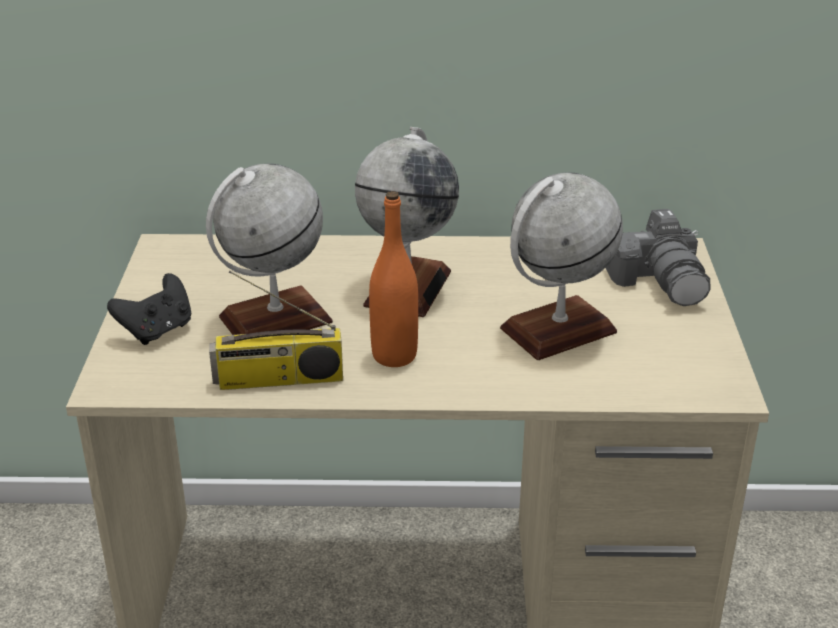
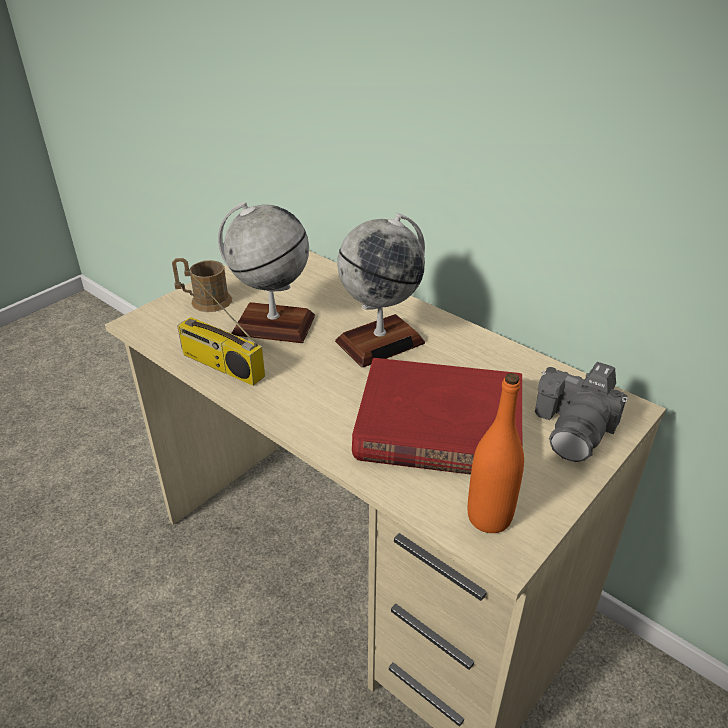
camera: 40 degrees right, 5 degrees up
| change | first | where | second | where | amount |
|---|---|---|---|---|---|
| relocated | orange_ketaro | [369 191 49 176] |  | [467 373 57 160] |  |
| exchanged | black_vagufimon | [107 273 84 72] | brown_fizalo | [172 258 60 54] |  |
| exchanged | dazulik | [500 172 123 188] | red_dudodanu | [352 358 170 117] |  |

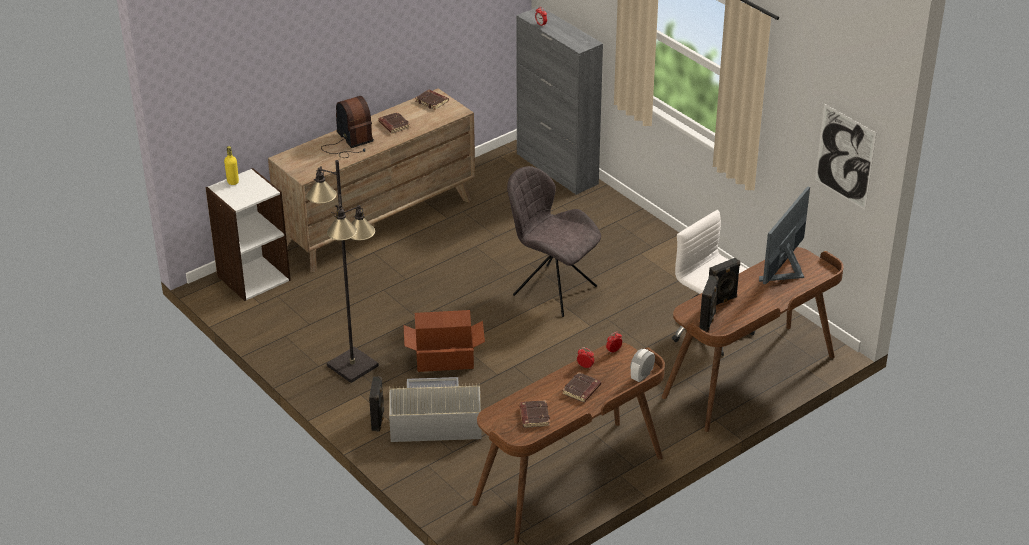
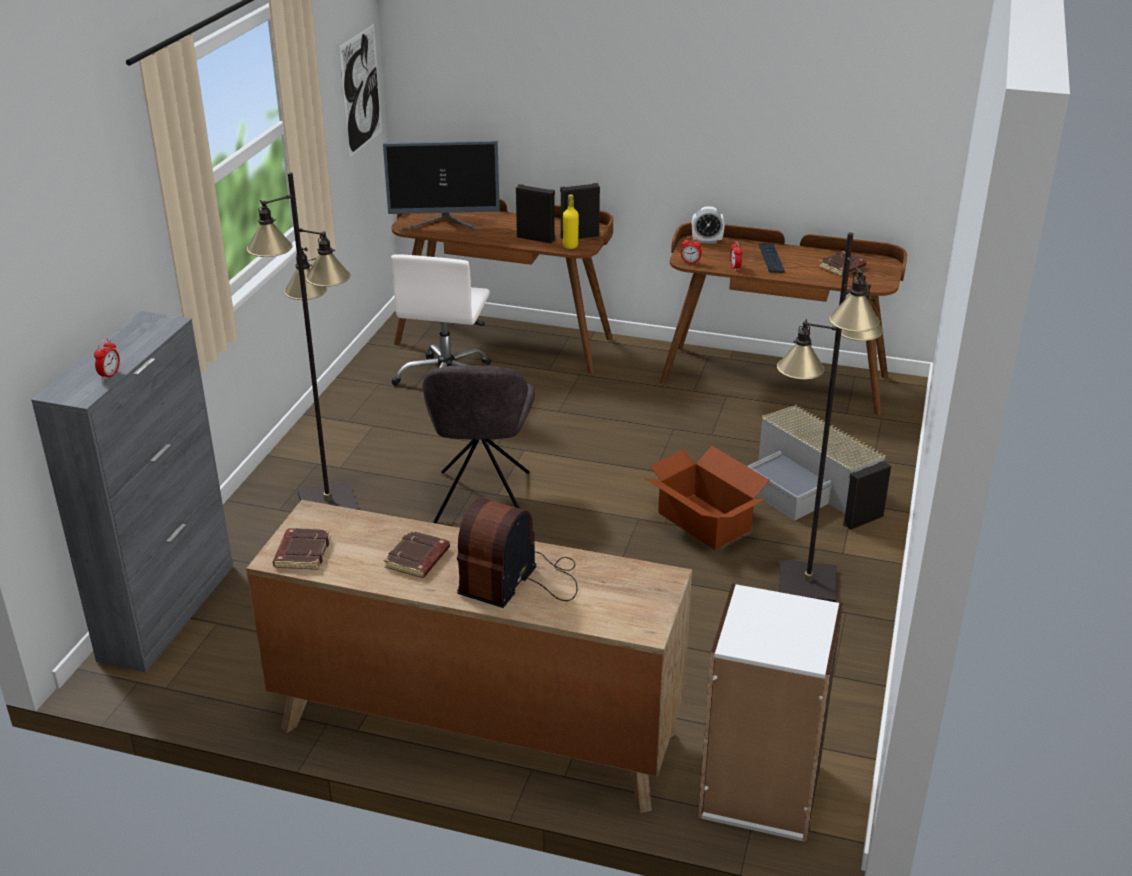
camera: 125 degrees left, 5 degrees down
| change | first | where | second | where | amount |
|---|---|---|---|---|---|
| appeared |  |  | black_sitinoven | [247 172 112 338] |  |
| relocated | yellow_ketaro | [224 146 15 39] |  | [563 194 16 55] |  |
| exchanged | brown_dudodanu | [562 372 39 30] | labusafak | [758 243 27 30] |  |

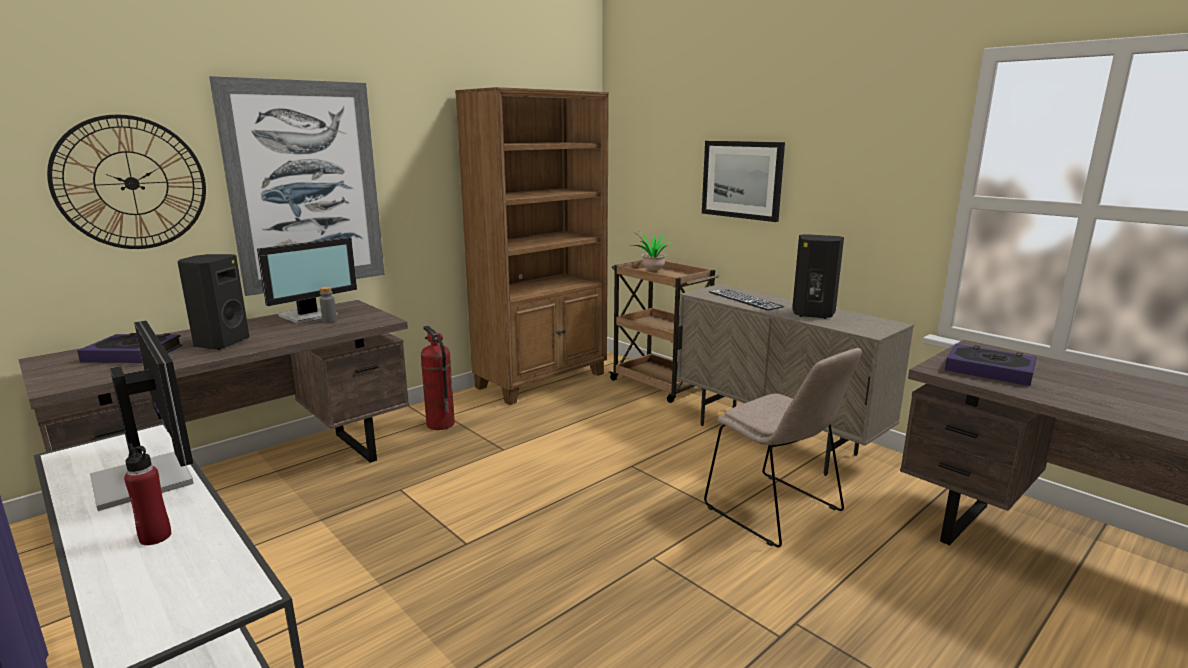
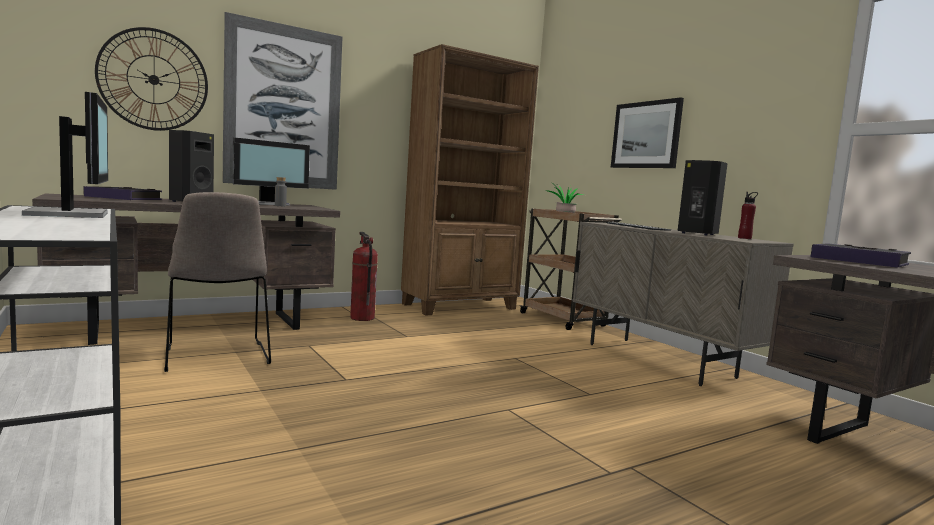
camera: 10 degrees right, 10 degrees down
| change | first | where | second | where | amount |
|---|---|---|---|---|---|
| relocated | red_ketaro | [124 443 47 102] |  | [738 192 20 47] |  |
| relocated | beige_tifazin | [704 348 158 200] |  | [164 192 107 180] |  |

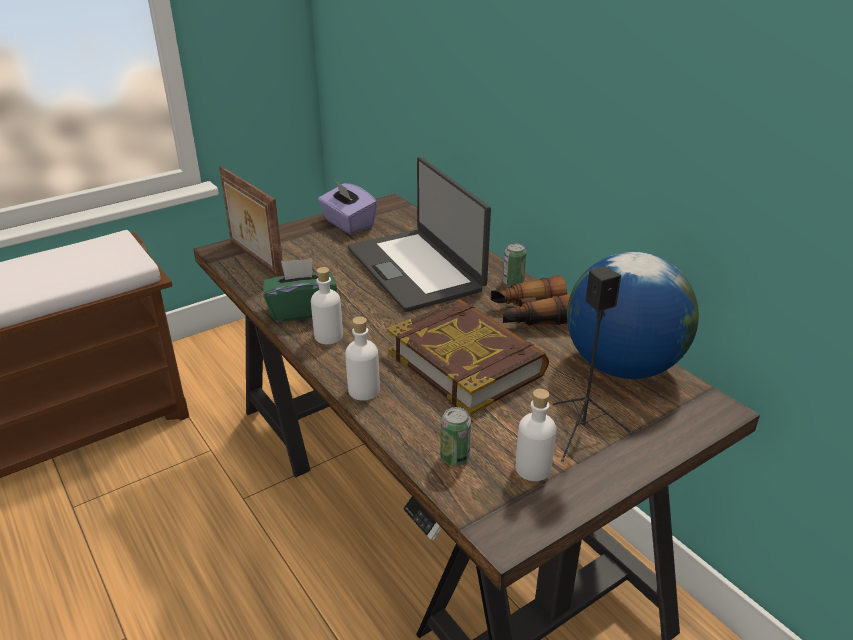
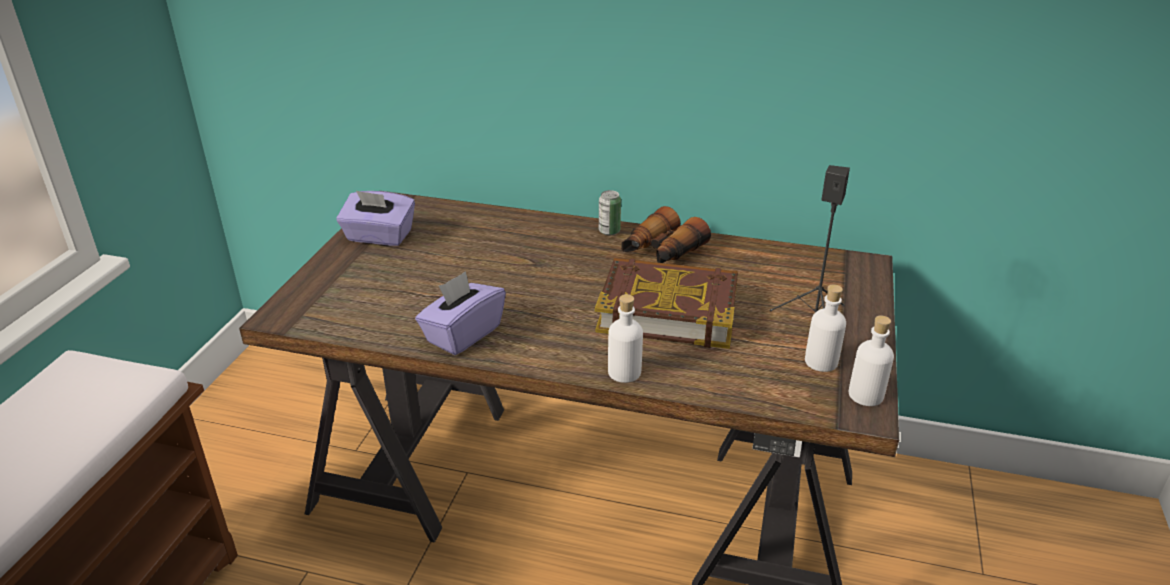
camera: 40 degrees left, 0 degrees up
| change | first | where | second | where | amount |
|---|---|---|---|---|---|
| missing | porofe | [219 166 65 111] |  |  |  |
| missing | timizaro | [348 157 143 155] |  |  |  |
| missing | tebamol | [440 407 31 59] |  |  |  |
| missing | dazulik | [567 252 132 127] |  |  |  |
| relocated | white_ketaro | [311 267 32 77] |  | [849 315 45 91] |  |
| colour | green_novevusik | [263 258 74 64] | purple_novevusik | [415 271 91 84] |  |

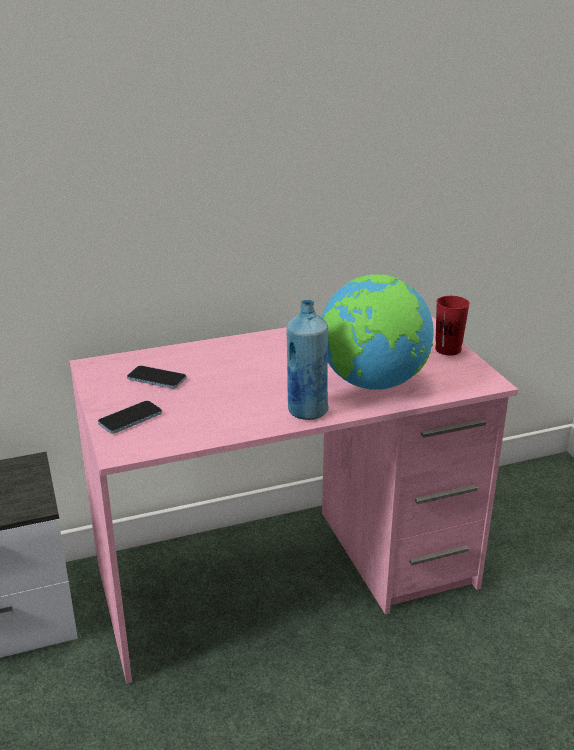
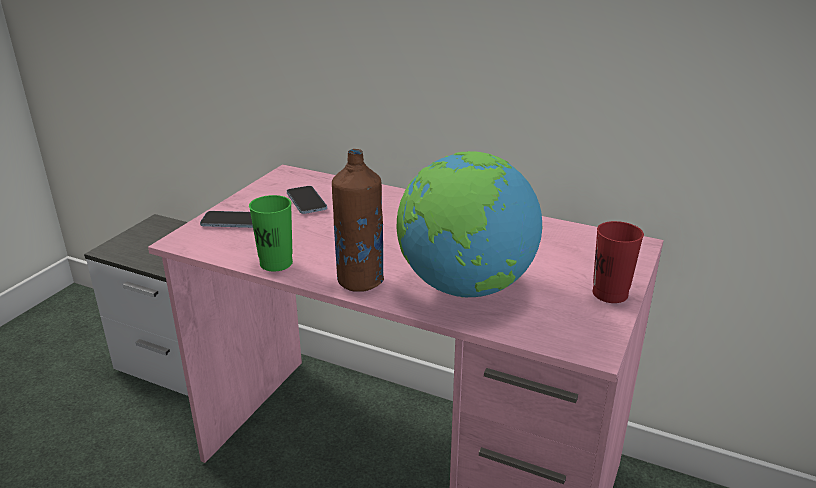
camera: 45 degrees right, 0 degrees up
| change | first | where | second | where | amount |
|---|---|---|---|---|---|
| appeared |  |  | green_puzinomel | [249 195 44 77] |  |
| colour | blue_ketaro | [287 300 42 120] | brown_ketaro | [332 149 52 143] |  |

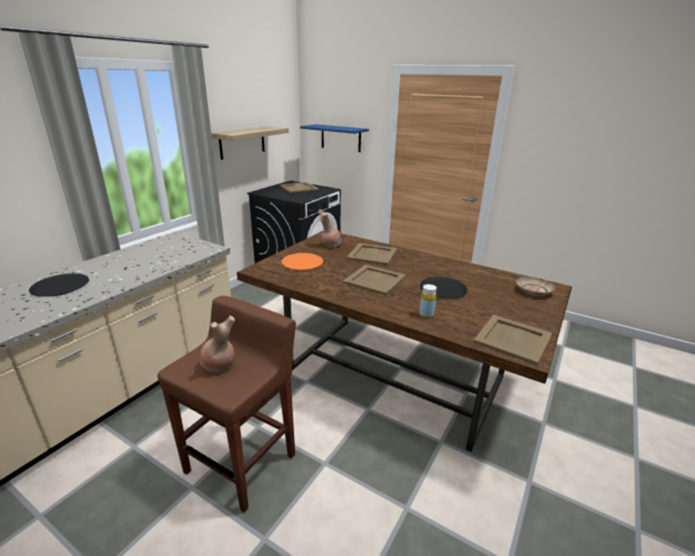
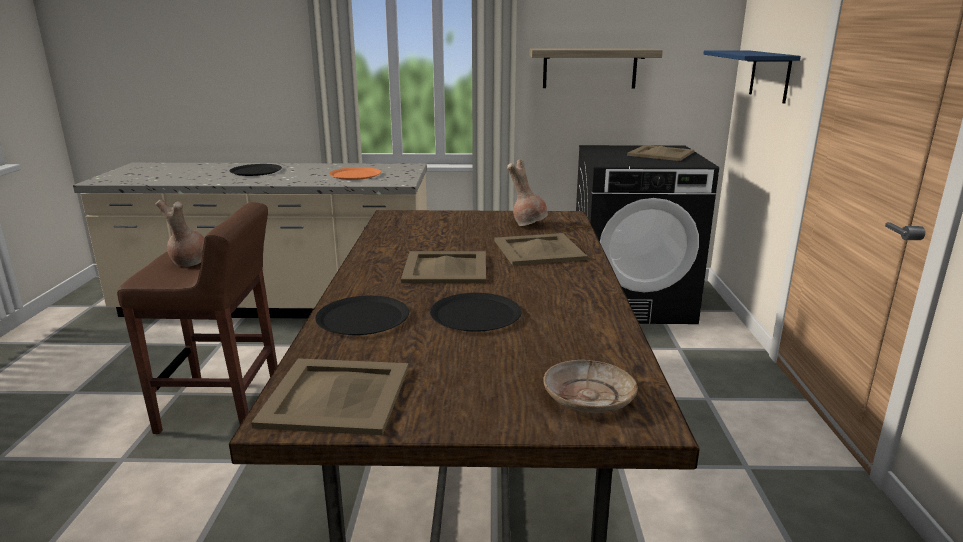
camera: 60 degrees right, 5 degrees down
| change | first | where | second | where | amount |
|---|---|---|---|---|---|
| relocated | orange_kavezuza | [282 253 41 17] |  | [329 167 52 13] |  |
| exchanged | yellow_ketaro | [419 284 18 34] | black_kavezuza | [315 296 94 39] |  |

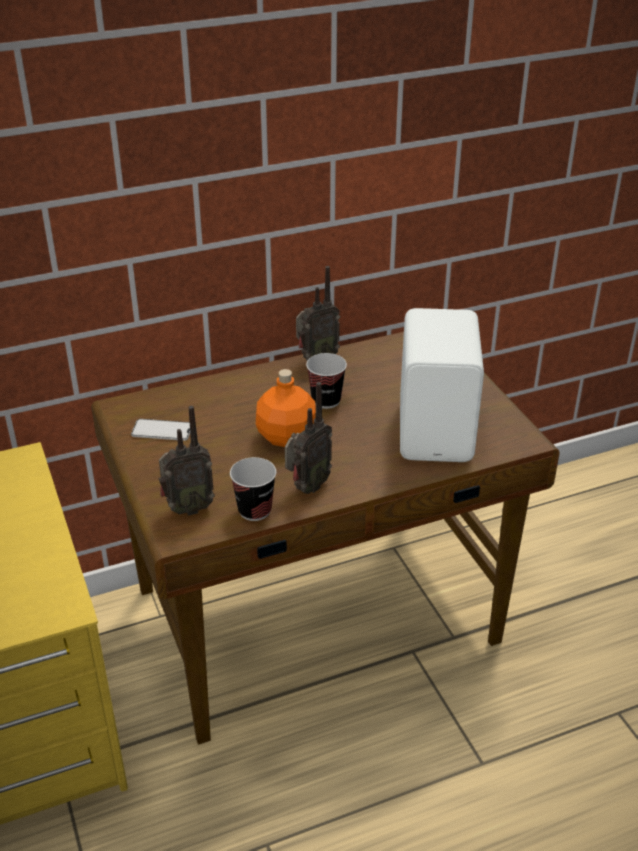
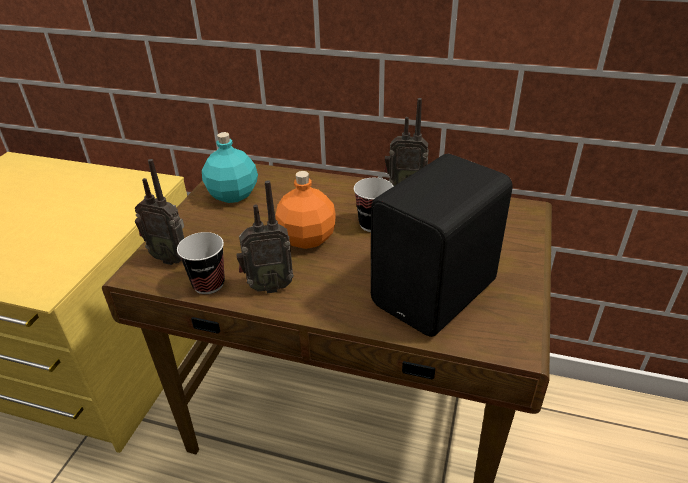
camera: 40 degrees right, 0 degrees up
| change | first | where | second | where | amount |
|---|---|---|---|---|---|
| exchanged | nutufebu | [131 419 59 22] | turquoise_ketaro | [202 132 56 71] |  |
| colour | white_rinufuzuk | [400 308 84 154] | black_rinufuzuk | [371 154 142 183] |  |

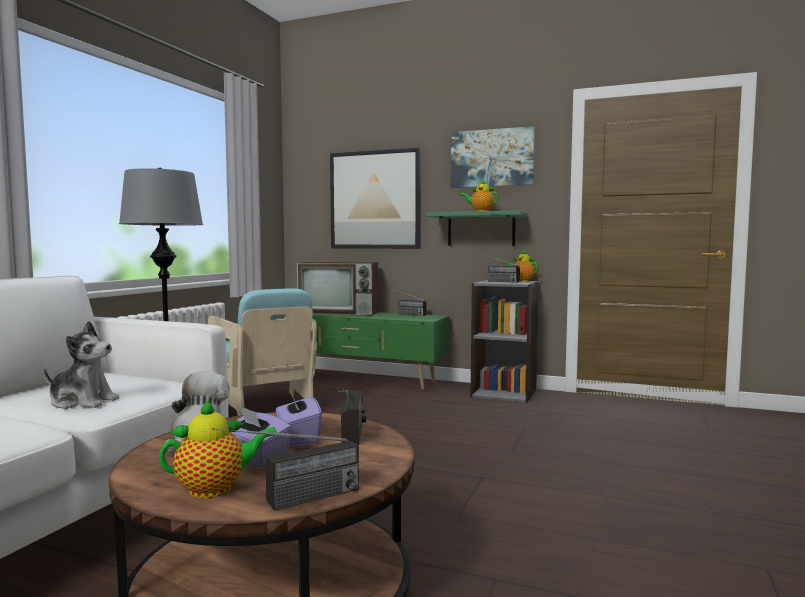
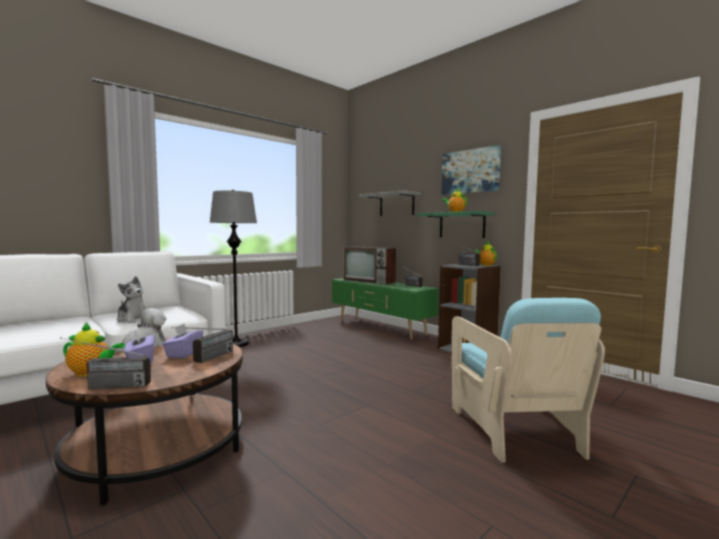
camera: 25 degrees right, 0 degrees up
| change | first | where | second | where | amount |
|---|---|---|---|---|---|
| relocated | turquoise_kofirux | [208 288 109 128] |  | [452 298 153 165] |  |
| exchanged | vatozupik | [330 148 91 101] | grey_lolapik | [359 190 62 26] |  |

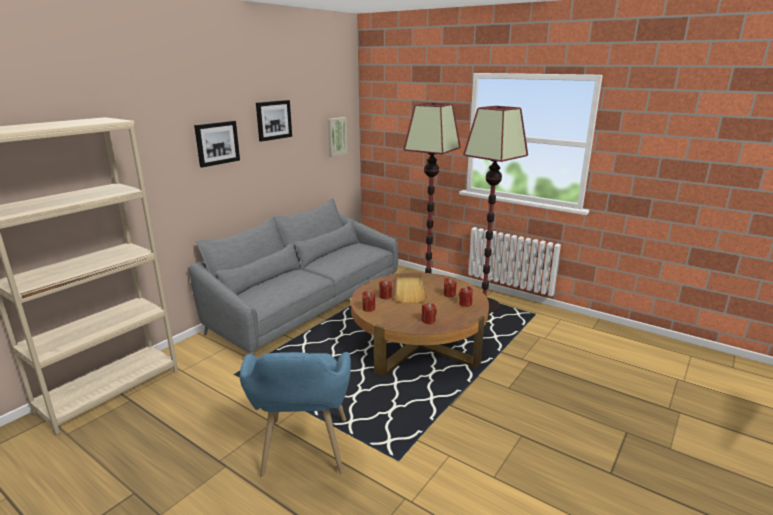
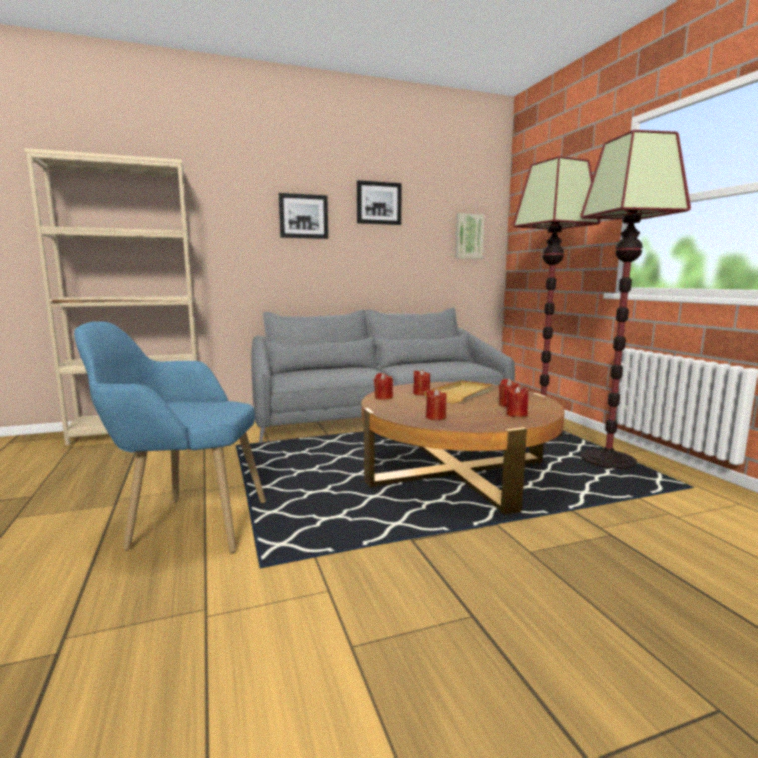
camera: 35 degrees right, 10 degrees down
| change | first | where | second | where | amount |
|---|---|---|---|---|---|
| spun | blue_kofirux | [240 352 111 124] |  | [74 321 192 232] | 60 degrees clockwise |

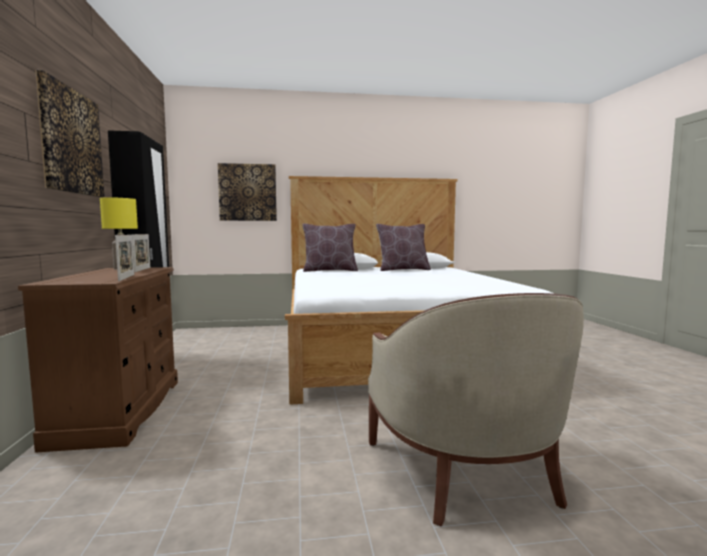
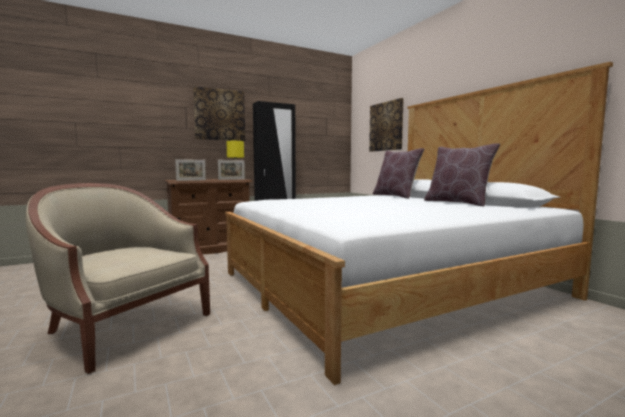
camera: 70 degrees right, 0 degrees up
| change | first | where | second | where | amount |
|---|---|---|---|---|---|
| spun | beige_kofirux | [368 293 216 233] |  | [26 183 184 191] | 60 degrees clockwise |

